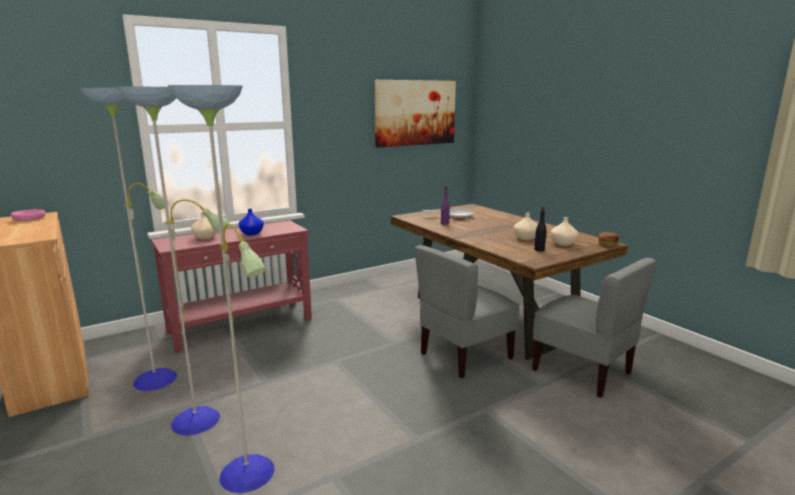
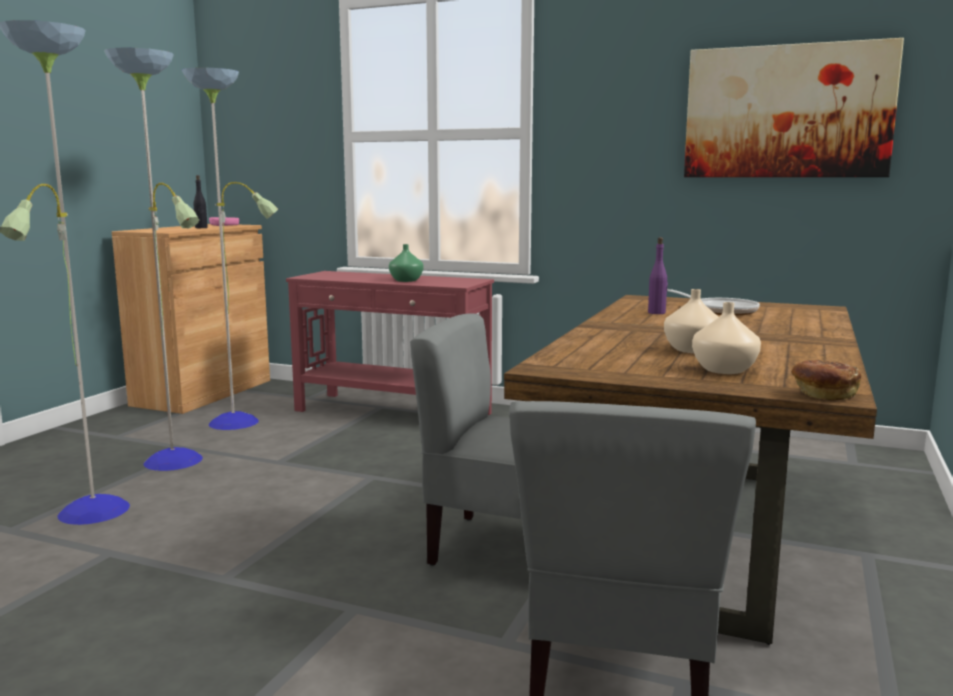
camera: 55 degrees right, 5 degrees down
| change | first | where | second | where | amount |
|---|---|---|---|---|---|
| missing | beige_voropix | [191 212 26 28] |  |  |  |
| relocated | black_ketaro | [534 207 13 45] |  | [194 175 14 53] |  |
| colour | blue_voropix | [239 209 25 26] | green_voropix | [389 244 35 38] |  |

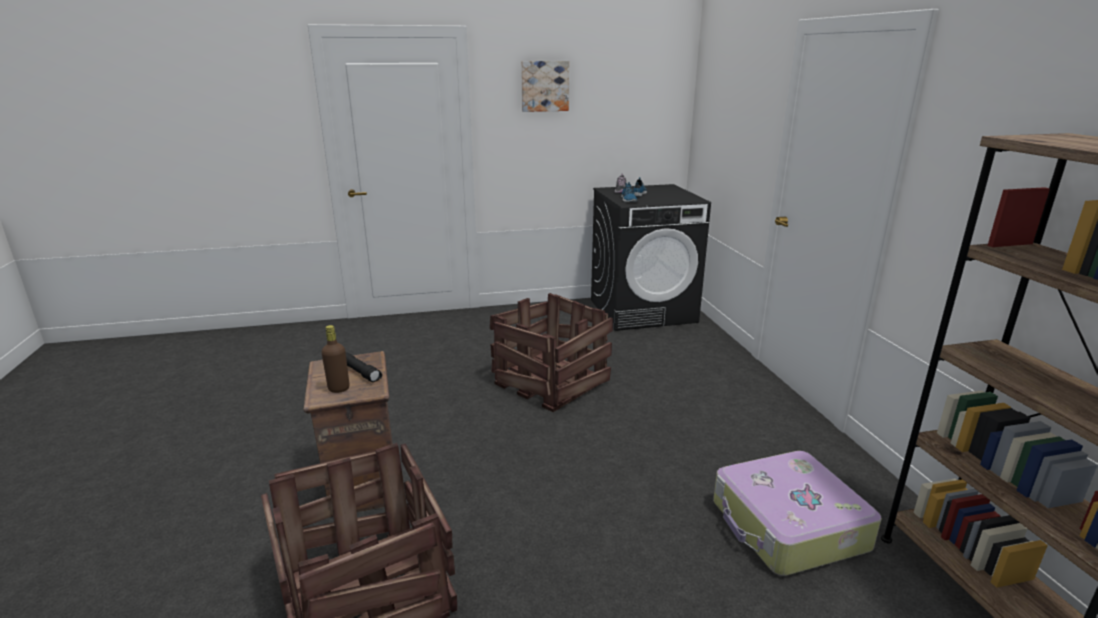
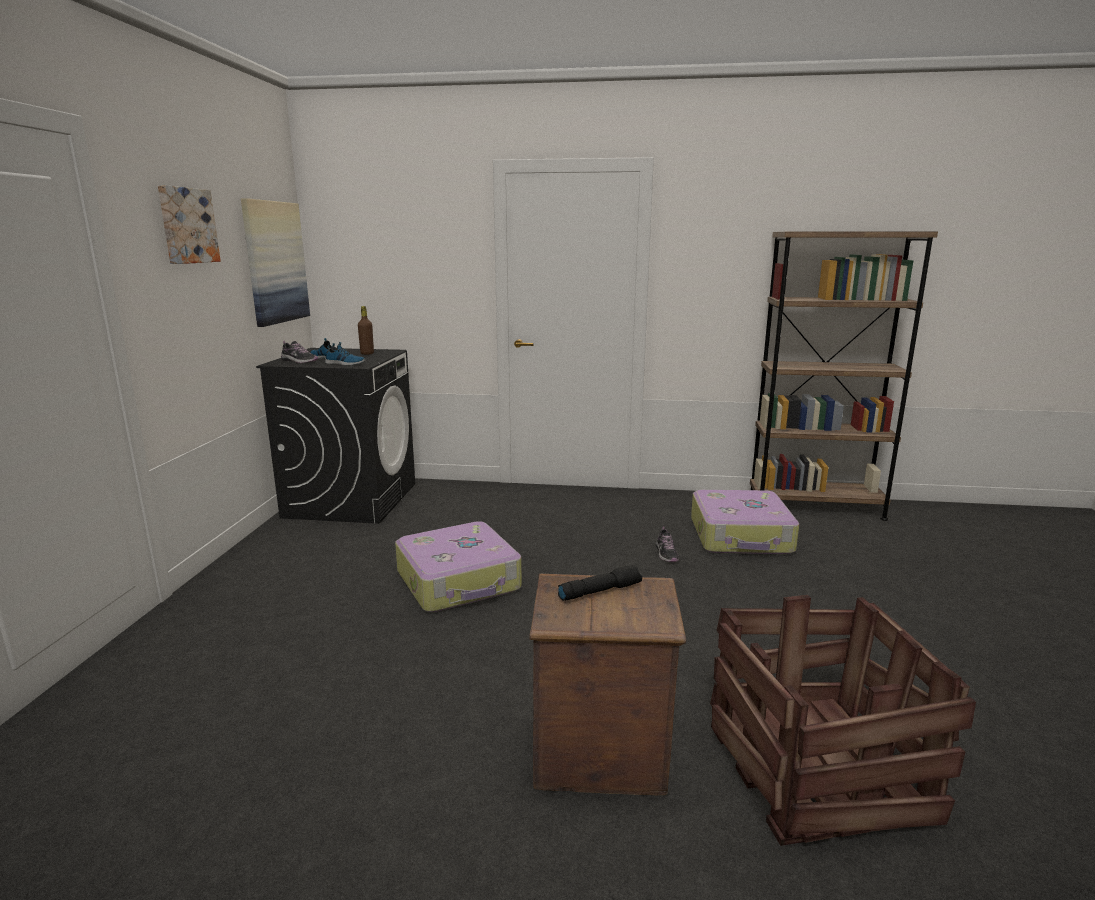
camera: 70 degrees left, 5 degrees down
| change | first | where | second | where | amount |
|---|---|---|---|---|---|
| appeared |  |  | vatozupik | [241 198 69 129] |  |
| appeared |  |  | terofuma | [656 526 23 36] |  |
| relocated | brown_ketaro | [321 325 28 68] |  | [358 306 16 49] |  |
| exchanged | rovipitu | [490 293 123 119] | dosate | [395 521 127 91] |  |

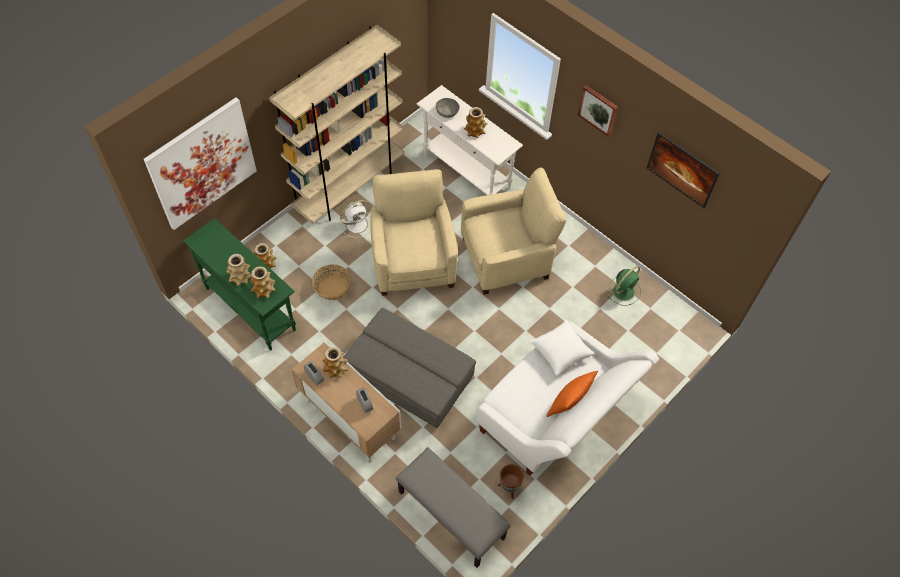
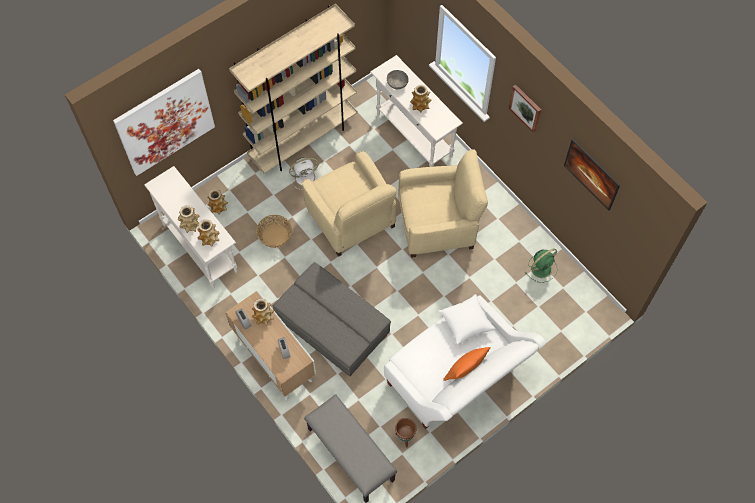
camera: 10 degrees right, 5 degrees up
| change | first | where | second | where | amount |
|---|---|---|---|---|---|
| colour | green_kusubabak | [183 218 113 132] | white_kusubabak | [144 166 93 122] |  |
| spun | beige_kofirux | [371 169 87 127] |  | [302 151 95 106] | 150 degrees clockwise |

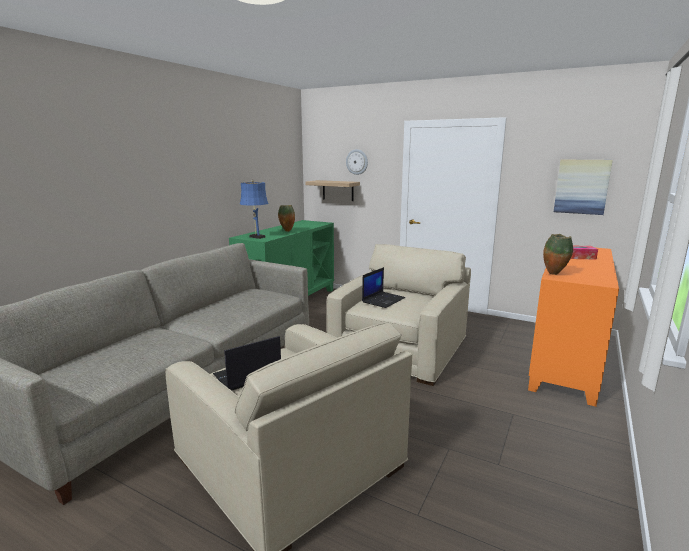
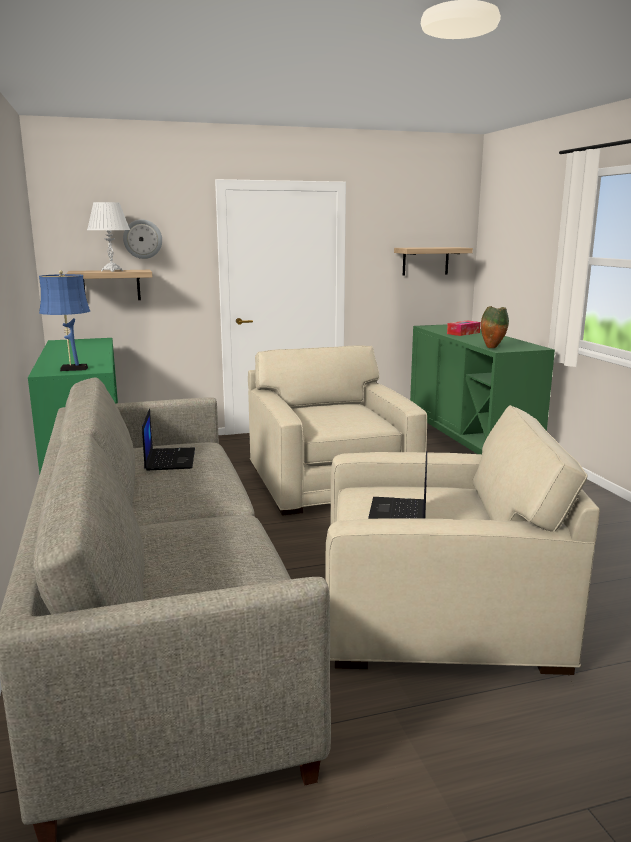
camera: 45 degrees left, 0 degrees up
| change | first | where | second | where | amount |
|---|---|---|---|---|---|
| missing | voropix | [278 205 17 27] |  |  |  |
| appeared |  |  | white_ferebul | [87 202 43 70] |  |
| relocated | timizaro | [362 267 43 41] |  | [142 409 53 62] |  |
| exchanged | vatozupik | [554 159 59 56] | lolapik | [394 247 79 28] |  |
| colour | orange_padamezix | [528 248 91 159] | green_padamezix | [410 324 145 130] |  |

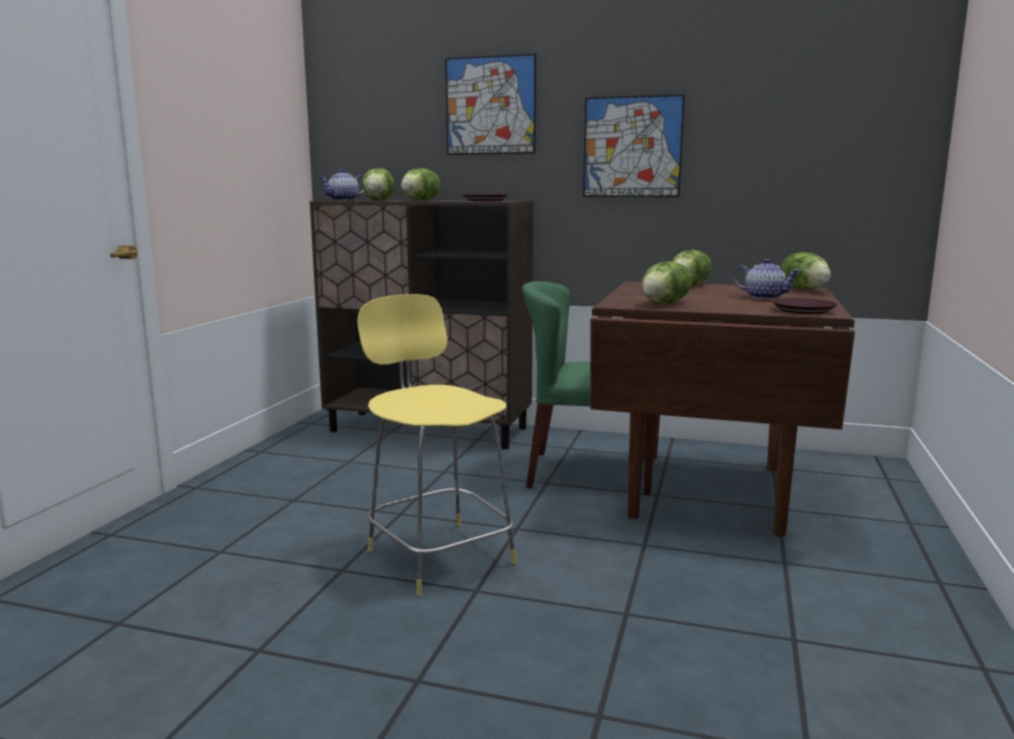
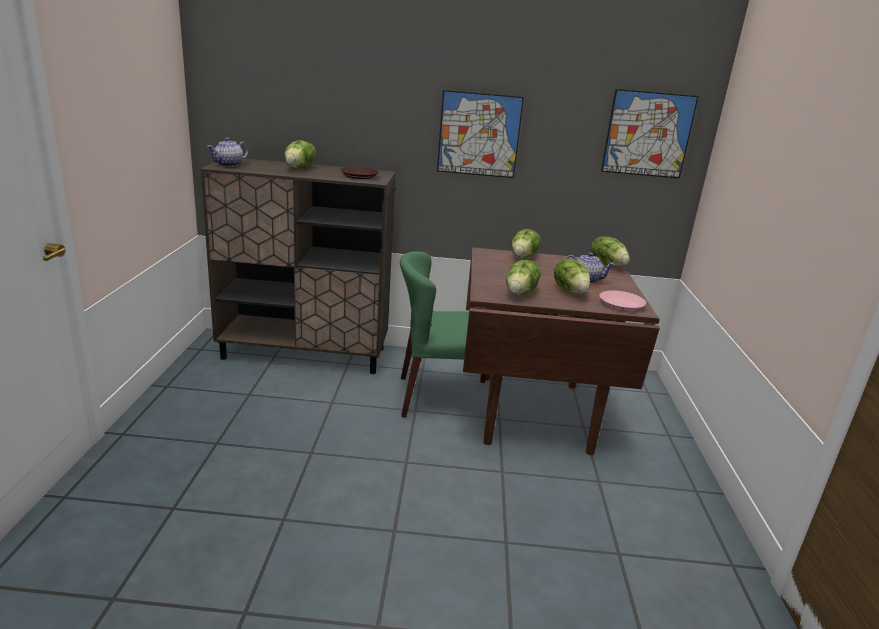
camera: 15 degrees left, 10 degrees up
| change | first | where | second | where | amount |
|---|---|---|---|---|---|
| missing | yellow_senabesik | [357 294 159 301] |  |  |  |
| relocated | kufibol | [362 168 33 32] |  | [554 258 36 36] |  |
| relocated | vatozupik | [445 54 91 101] |  | [601 89 98 90] |  |
| colour | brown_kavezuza | [771 298 67 16] | pink_kavezuza | [600 290 46 21] |  |

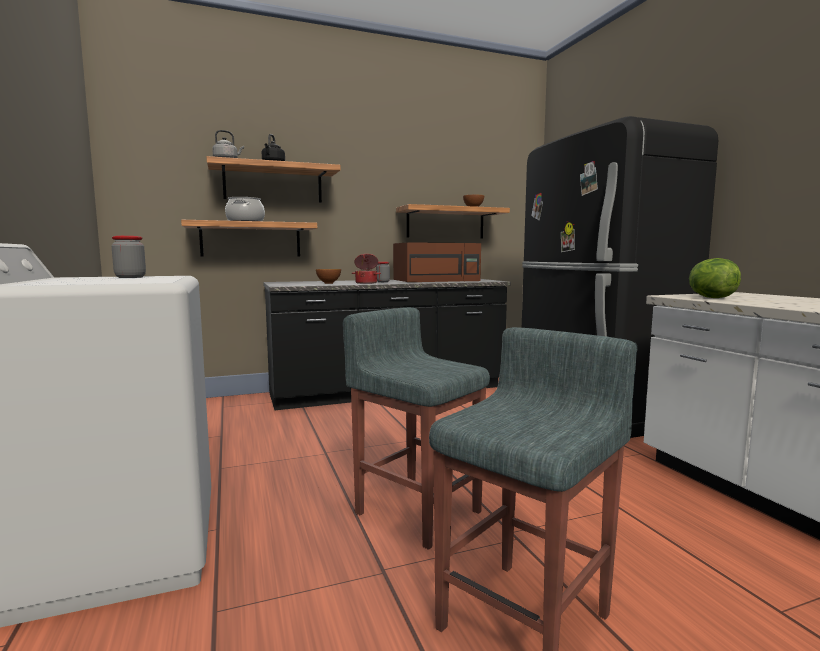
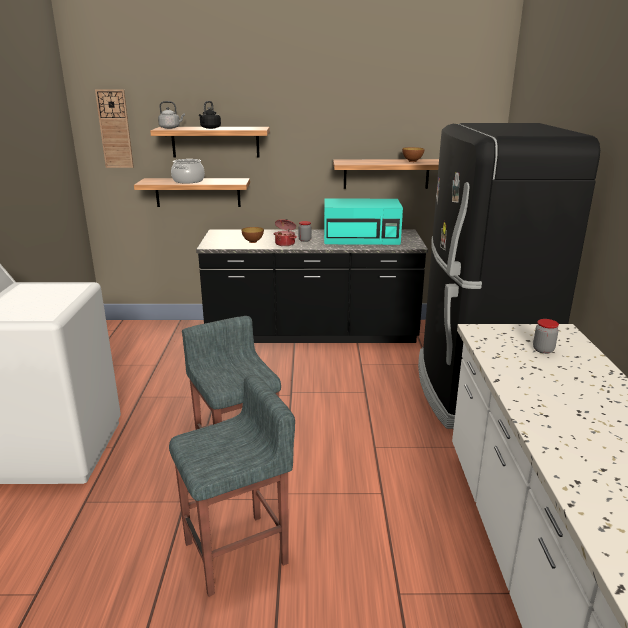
camera: 20 degrees right, 15 degrees up
| change | first | where | second | where | amount |
|---|---|---|---|---|---|
| missing | kufibol | [689 258 52 40] |  |  |  |
| appeared |  |  | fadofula | [95 90 39 78] |  |
| relocated | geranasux | [112 236 34 42] |  | [533 319 26 35] |  |
| colour | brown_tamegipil | [393 242 88 40] | turquoise_tamegipil | [324 198 79 47] |  |

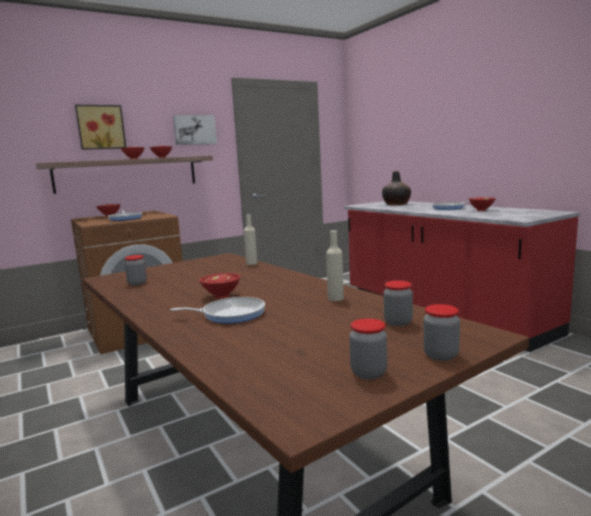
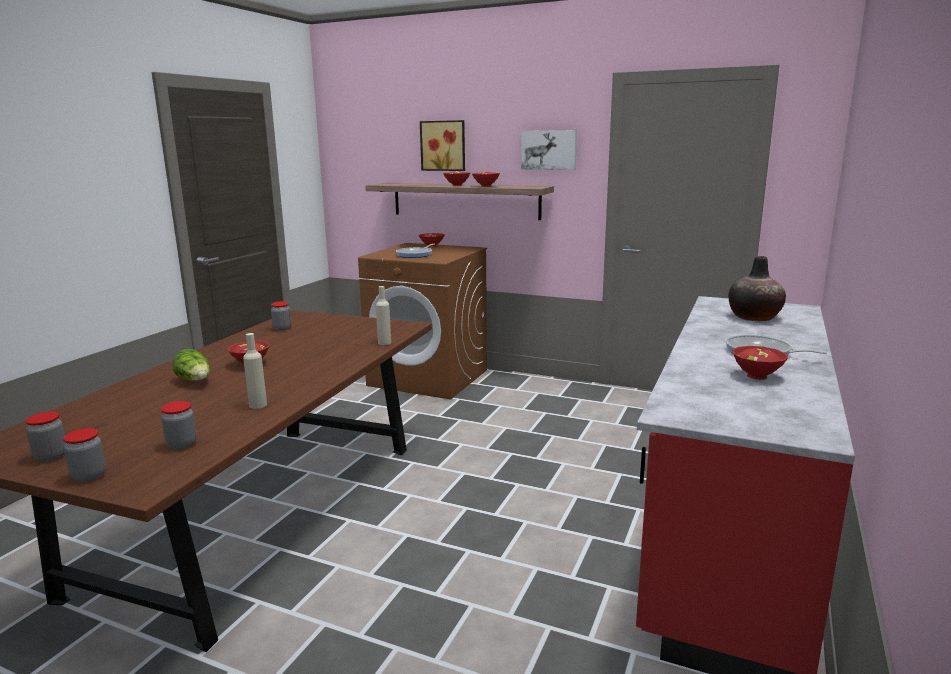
camera: 55 degrees right, 5 degrees up
| change | first | where | second | where | amount |
|---|---|---|---|---|---|
| exchanged | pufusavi | [170 297 95 26] | kufibol | [172 349 38 32] |  |

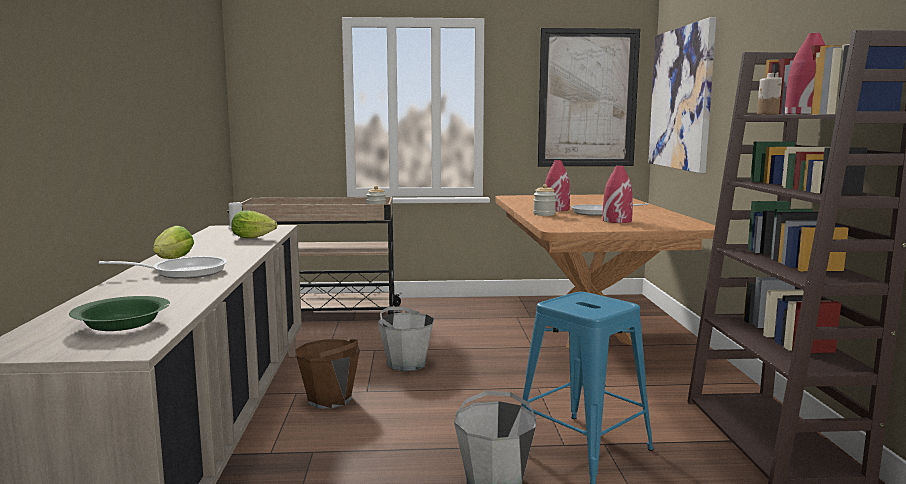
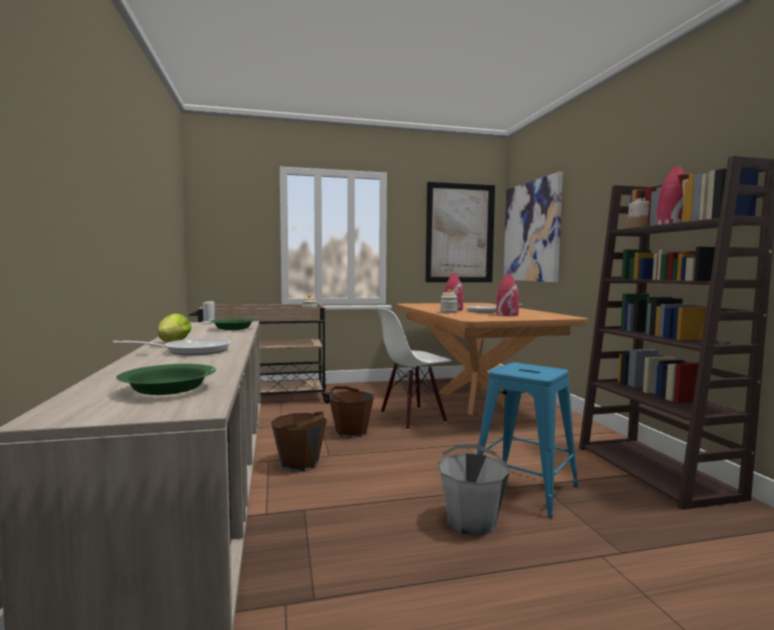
camera: 10 degrees left, 5 degrees down
| change | first | where | second | where | amount |
|---|---|---|---|---|---|
| appeared |  |  | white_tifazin | [377 308 75 122] |  |
| exchanged | kufibol | [231 210 46 28] | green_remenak | [209 318 47 12] |  |
| colour | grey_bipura | [378 307 56 64] | brown_bipura | [329 386 45 52] |  |

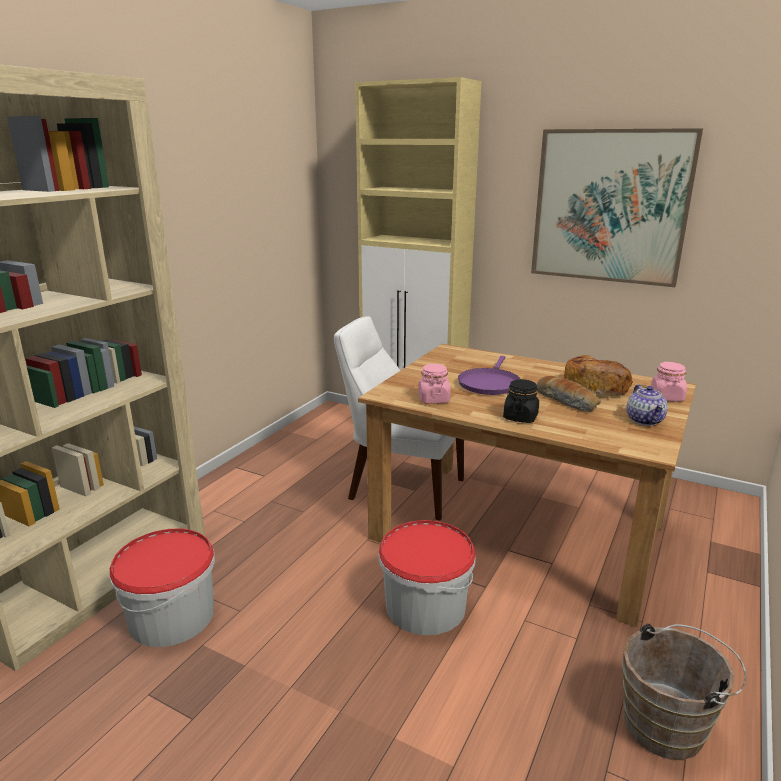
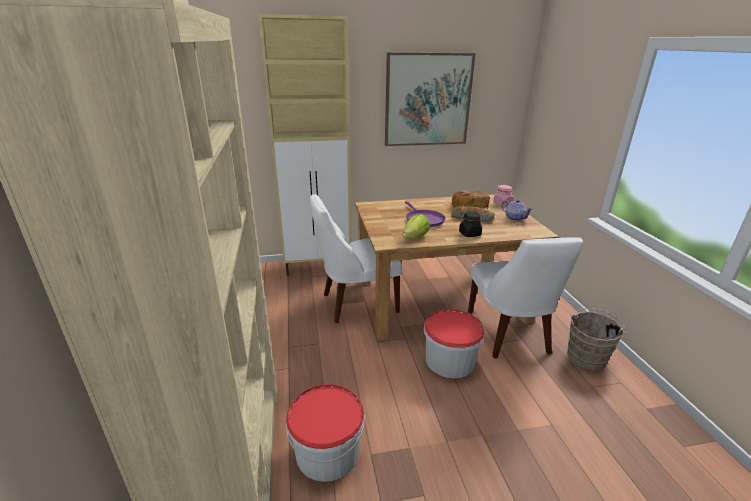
camera: 40 degrees left, 5 degrees up
| change | first | where | second | where | amount |
|---|---|---|---|---|---|
| appeared |  |  | white_tifazin | [468 237 115 121] |  |
| exchanged | pink_geranasux | [418 364 33 40] | kufibol | [403 214 27 25] |  |

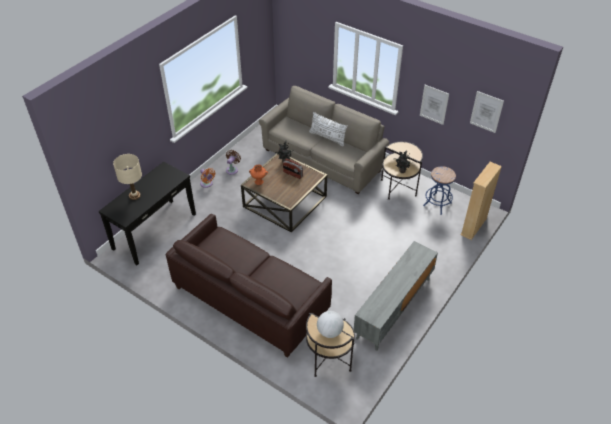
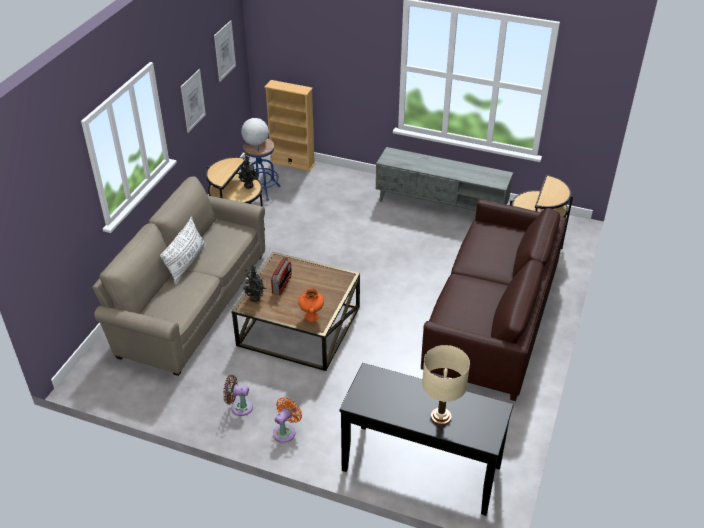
camera: 105 degrees left, 5 degrees down
| change | first | where | second | where | amount |
|---|---|---|---|---|---|
| relocated | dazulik | [317 311 27 27] |  | [241 118 28 27] |  |

